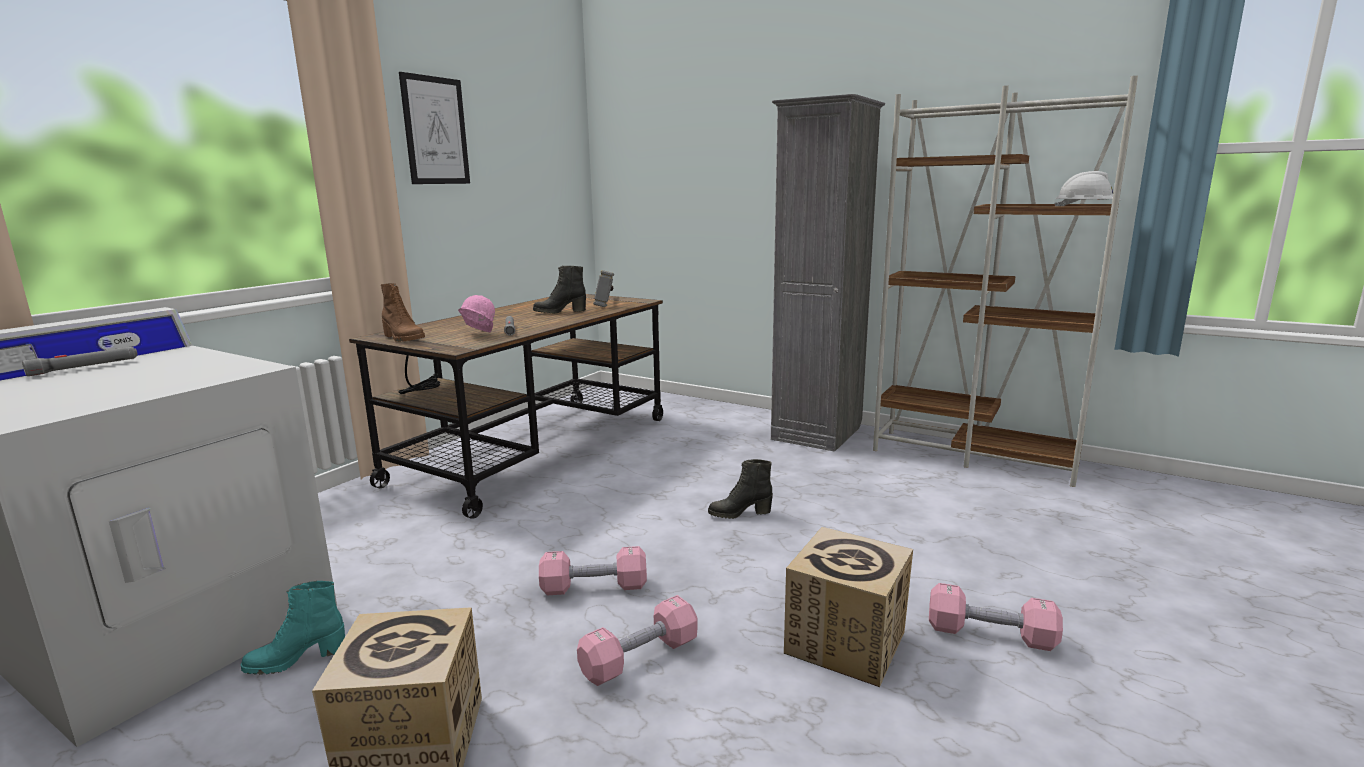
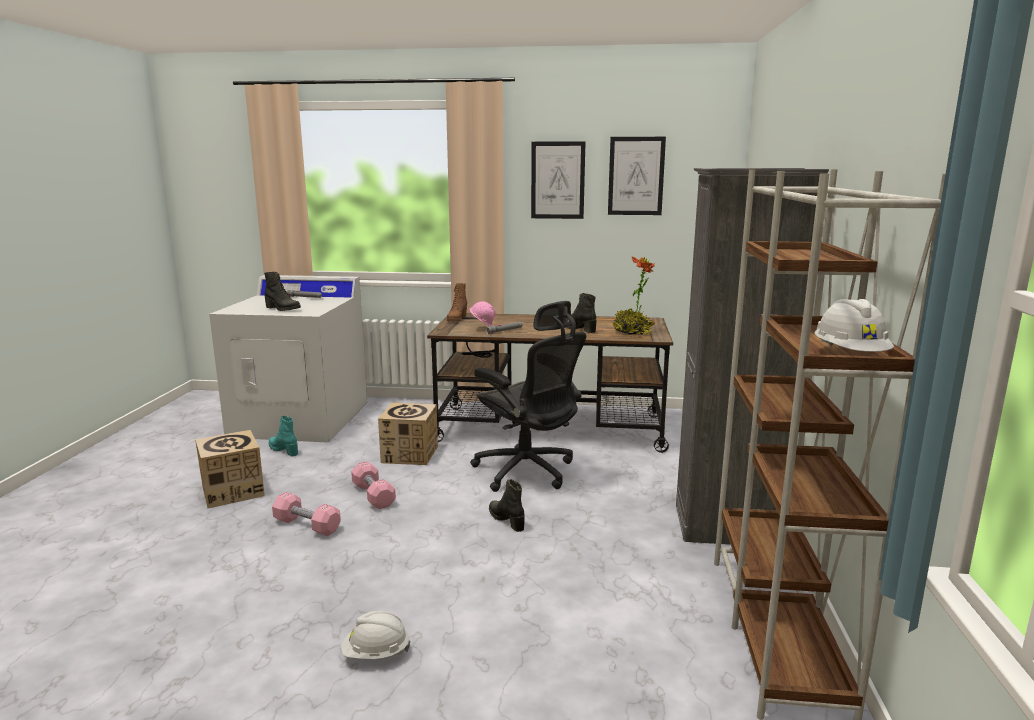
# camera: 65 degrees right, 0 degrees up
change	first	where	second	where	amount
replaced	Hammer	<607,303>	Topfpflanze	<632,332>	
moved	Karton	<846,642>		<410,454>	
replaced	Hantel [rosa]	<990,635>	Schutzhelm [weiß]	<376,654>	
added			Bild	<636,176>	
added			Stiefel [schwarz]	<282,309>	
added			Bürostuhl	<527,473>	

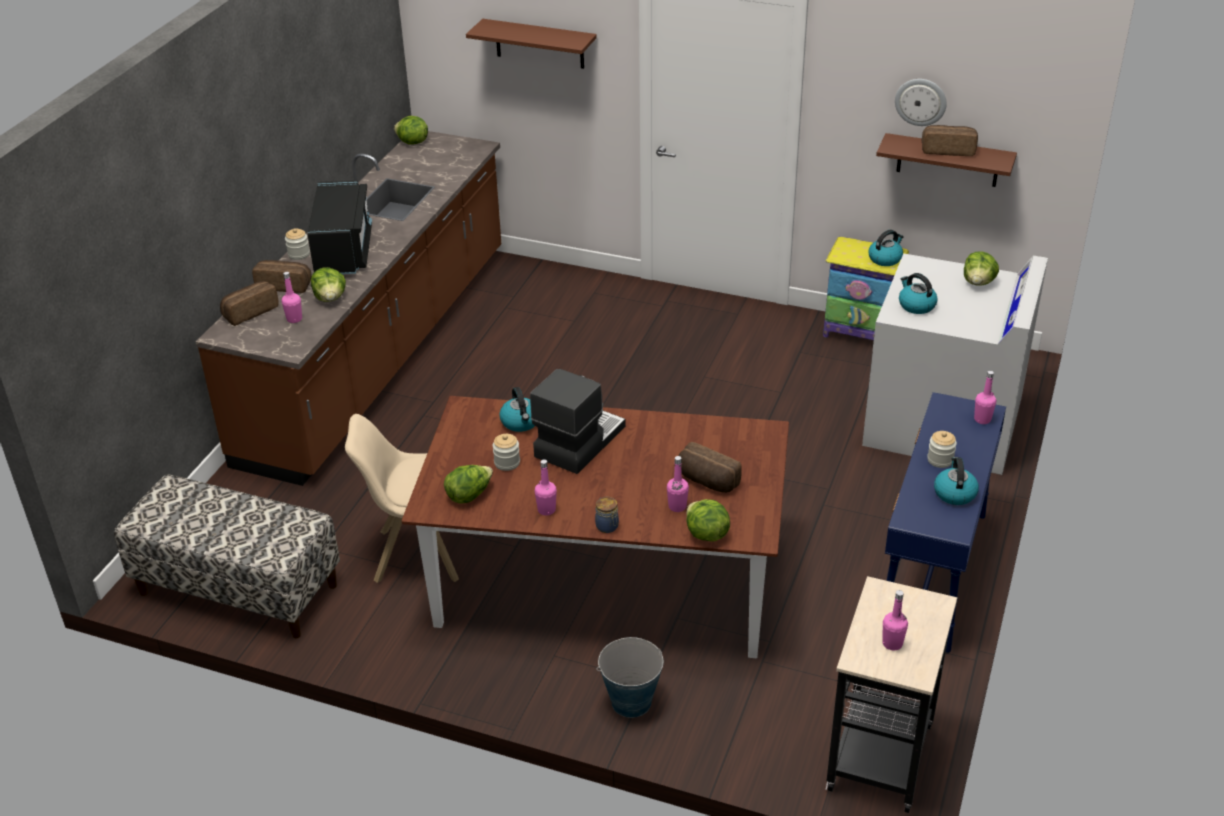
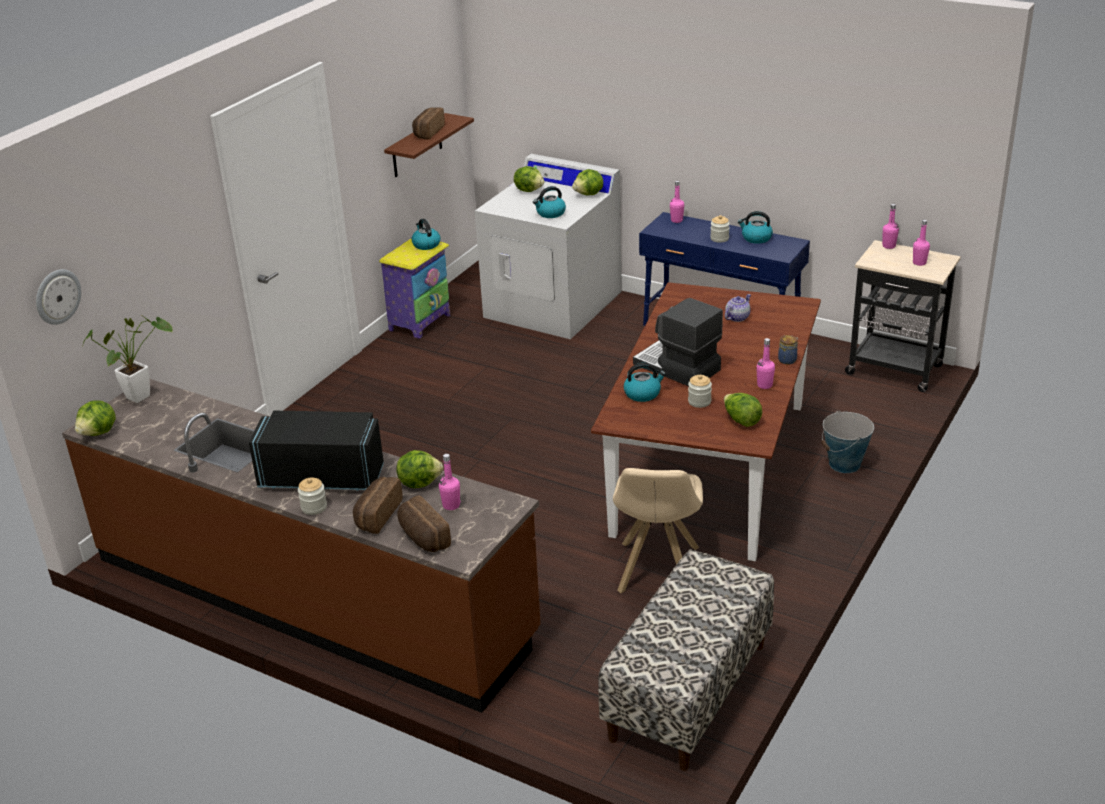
# camera: 80 degrees left, 5 degrees down
change	first	where	second	where	amount
removed	Wandregal [braun]	<539,44>			
moved	Wanduhr	<920,101>		<57,296>	
replaced	Brot	<706,481>	Teekanne	<737,317>	
moved	Flasche [rosa]	<677,506>		<889,246>	
moved	Salatkopf	<706,534>		<589,194>	
added			Topfpflanze	<142,395>	

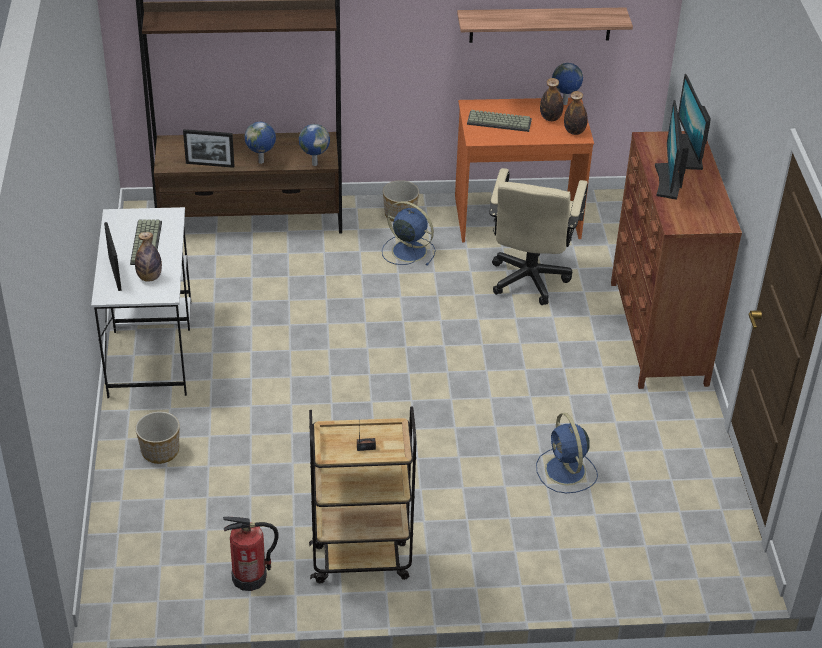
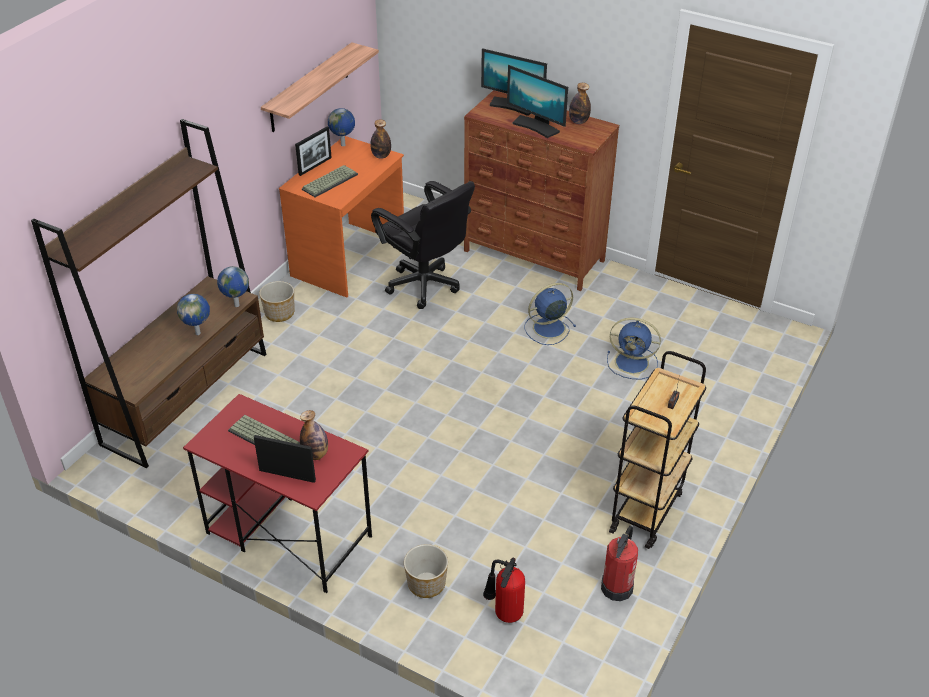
# camera: 55 degrees left, 0 degrees up
change	first	where	second	where	amount
moved	Flasche	<550,118>		<578,121>	
moved	Bilderrahmen	<210,164>		<315,166>	
recoloured	Bürostuhl [beige]	<529,283>	Bürostuhl [schwarz]	<426,287>	
moved	Ventilator [blau]	<407,250>		<547,328>	
recoloured	Schreibtisch [weiß]	<150,347>	Schreibtisch [rot]	<287,534>	
added			Feuerlöscher	<504,614>	

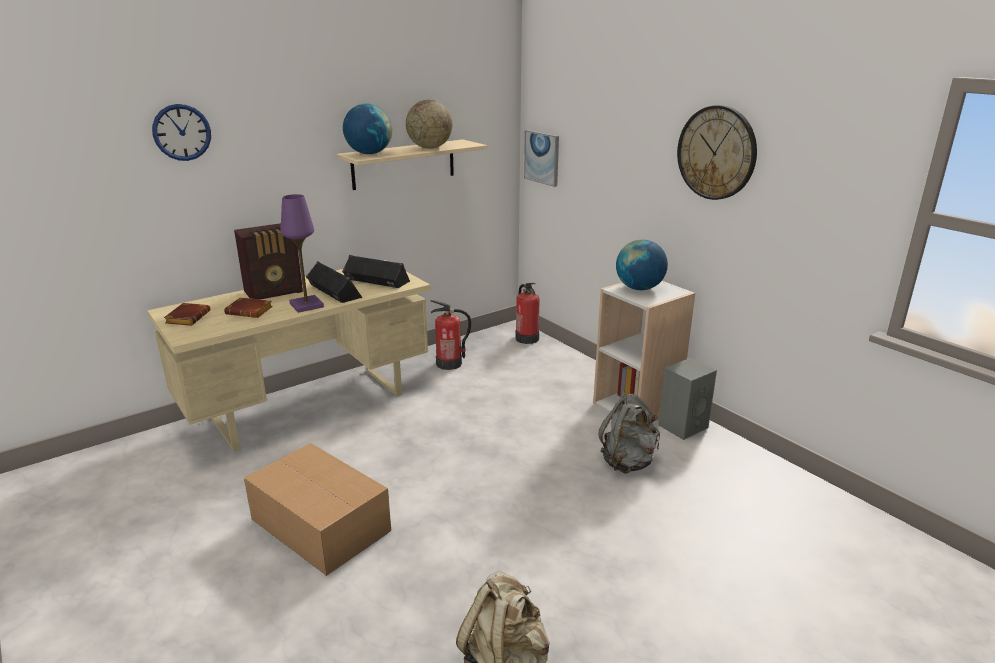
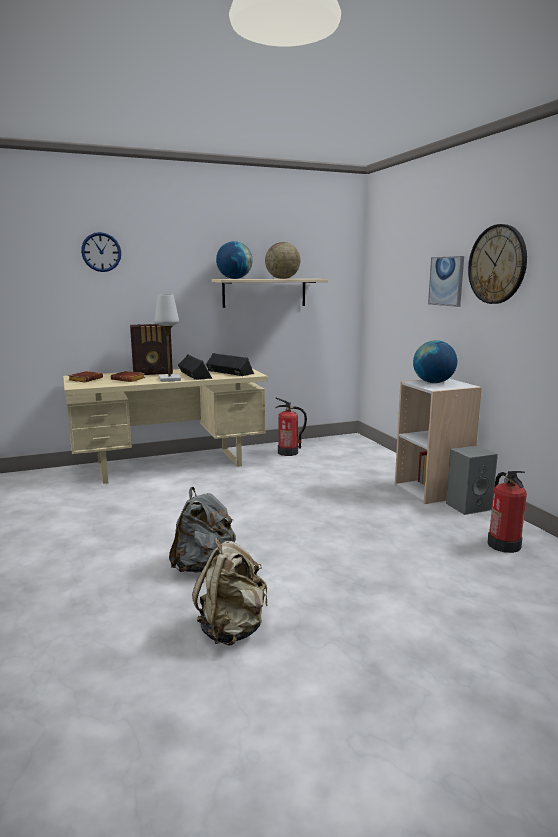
# camera: 15 degrees right, 10 degrees down
change	first	where	second	where	amount
moved	Bild	<542,157>		<446,281>	
recoloured	Tischlampe [lila]	<306,305>	Tischlampe [weiß]	<169,379>	
moved	Feuerlöscher	<527,338>		<503,544>	
moved	Rucksack [grau]	<628,462>		<203,565>	
removed	Karton	<320,523>			

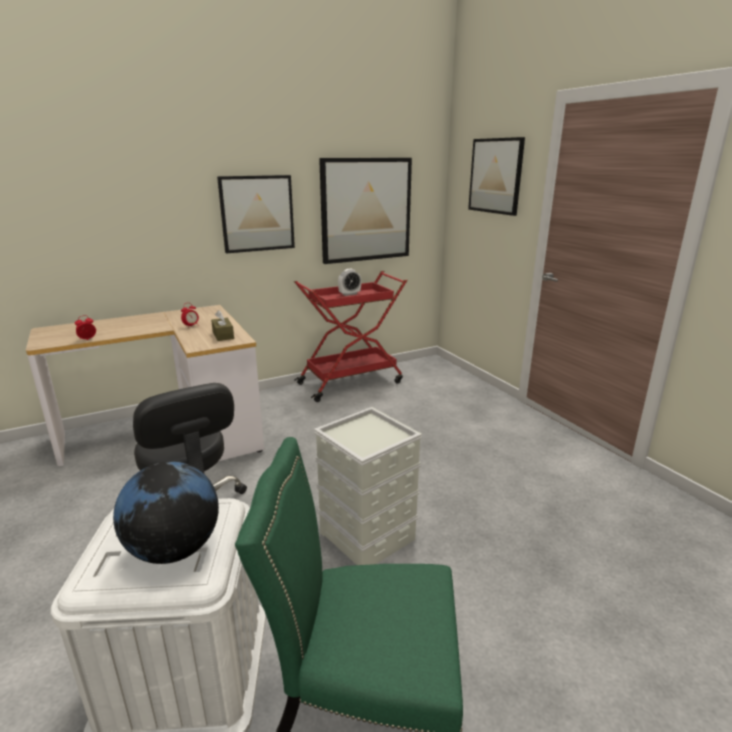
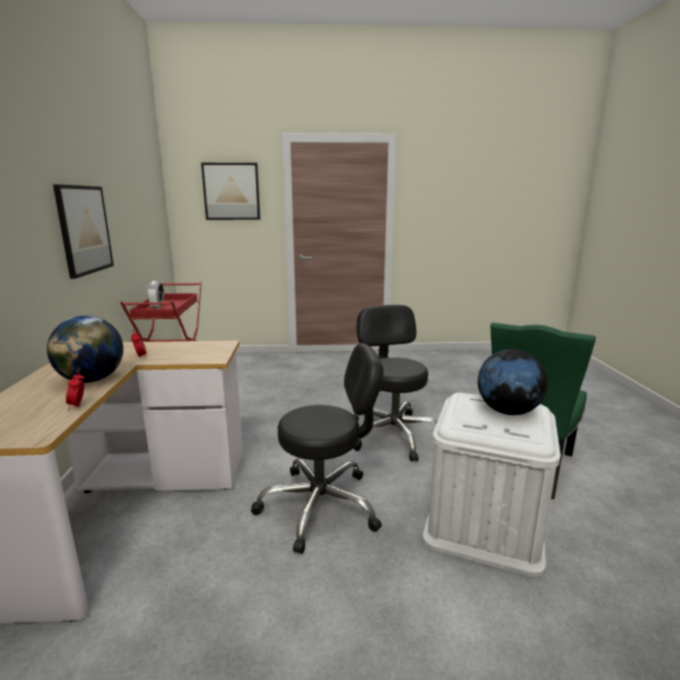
# camera: 65 degrees left, 5 degrees down
change	first	where	second	where	amount
removed	Bild	<366,210>			
removed	Taschentuchbox [braun]	<223,335>			
replaced	Aufbewahrungsbox [grau]	<368,536>	Bürostuhl [schwarz]	<392,432>	
added			Globus	<92,380>	

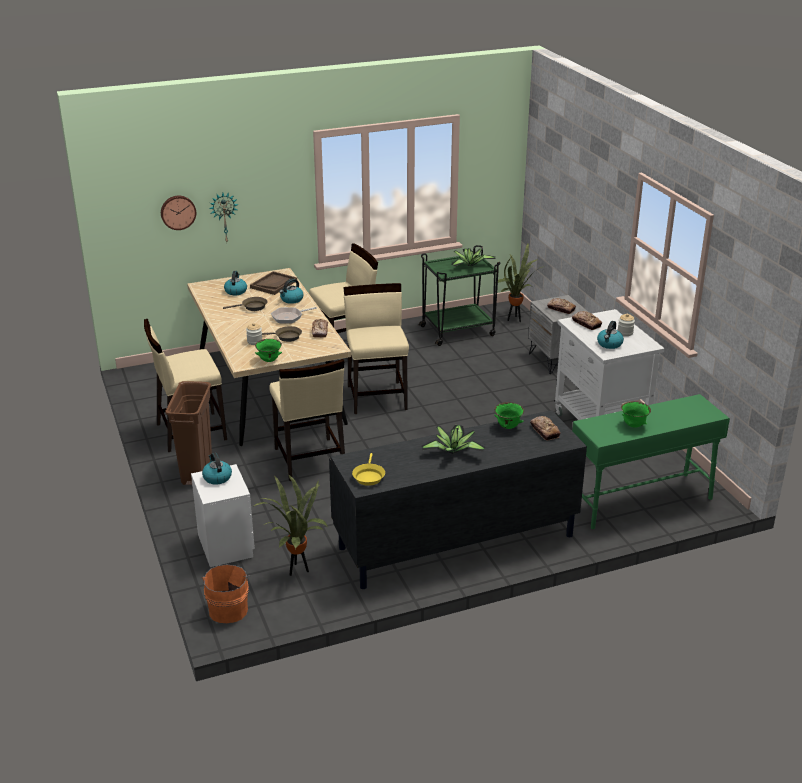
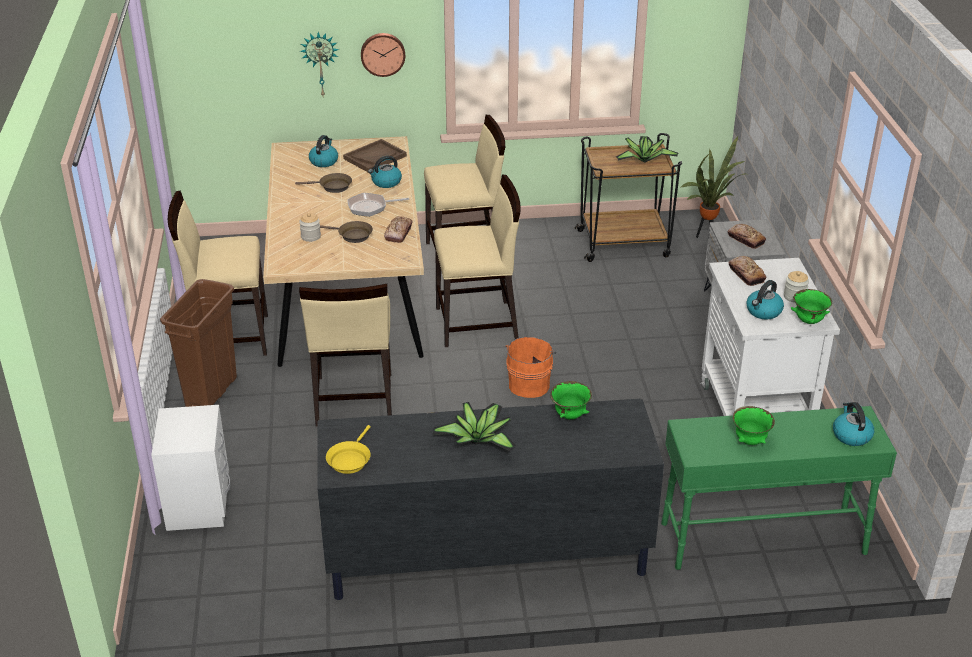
# camera: 15 degrees right, 5 degrees up
change	first	where	second	where	amount
moved	Wanduhr	<178,212>		<382,54>	
recoloured	Rollwagen [grün]	<458,331>	Rollwagen [braun]	<624,243>	
turned	Stuhl [beige]	<377,397>		<478,324>	75 degrees clockwise
moved	Schüssel [grün]	<269,360>		<808,321>	
removed	Brot	<544,431>			
moved	Wasserkessel	<217,477>		<851,435>	
removed	Topfpflanze	<296,570>			
moved	Eimer [orange]	<228,608>		<529,384>	

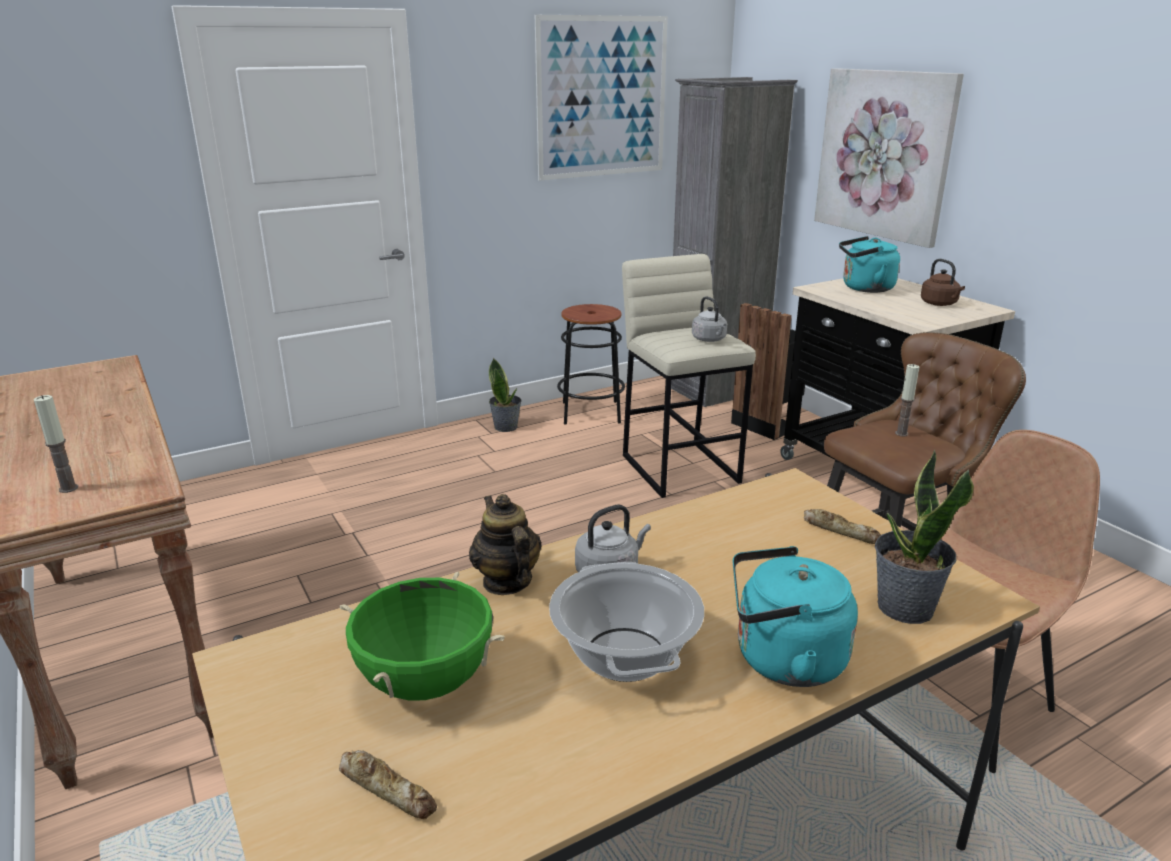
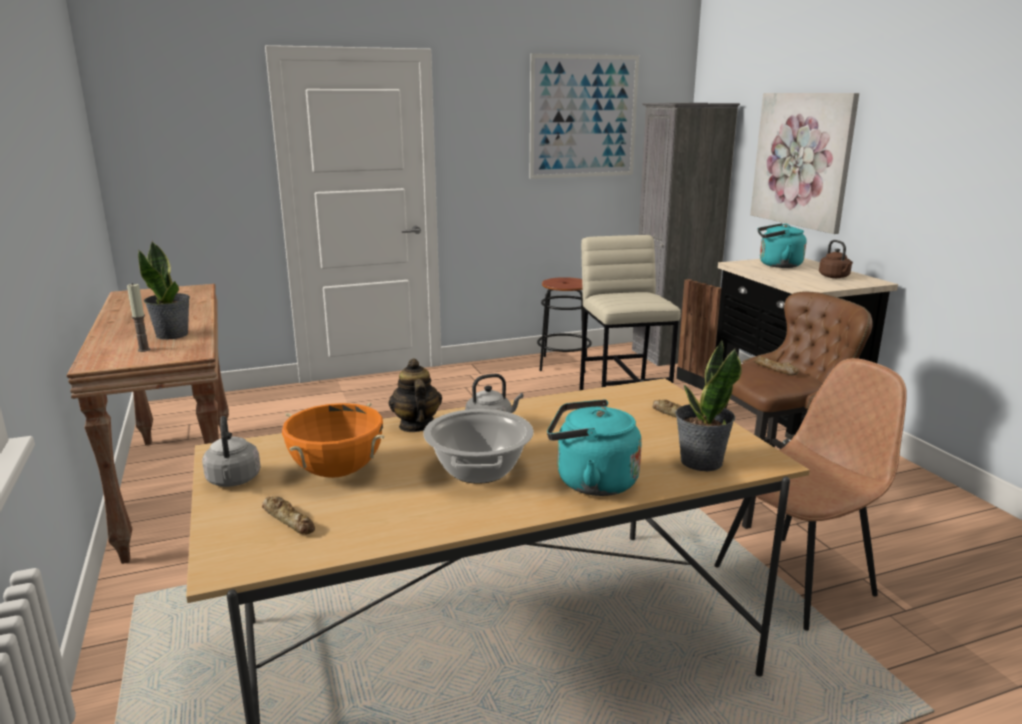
# camera: 10 degrees right, 5 degrees down
change	first	where	second	where	amount
moved	Wasserkessel [grau]	<710,340>		<233,481>	
moved	Topfpflanze	<506,427>		<173,335>	
replaced	Kerze	<901,433>	Brot	<775,369>	
recoloured	Kochtopf [grün]	<425,682>	Kochtopf [orange]	<337,471>	

